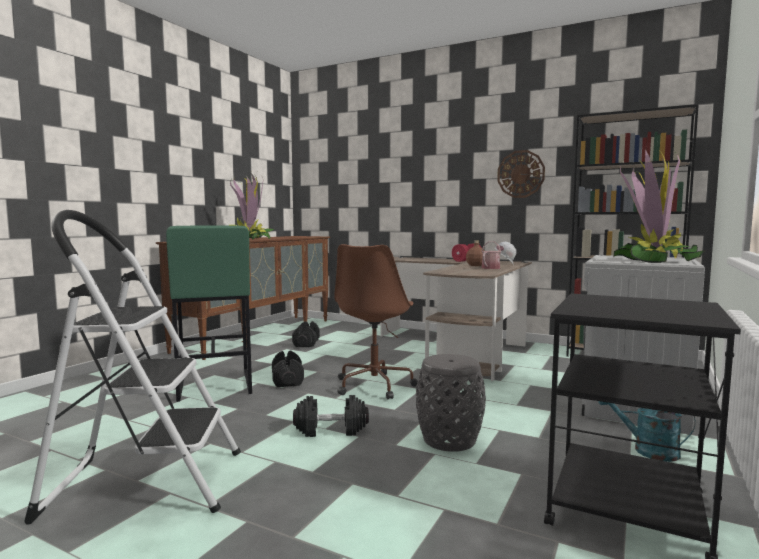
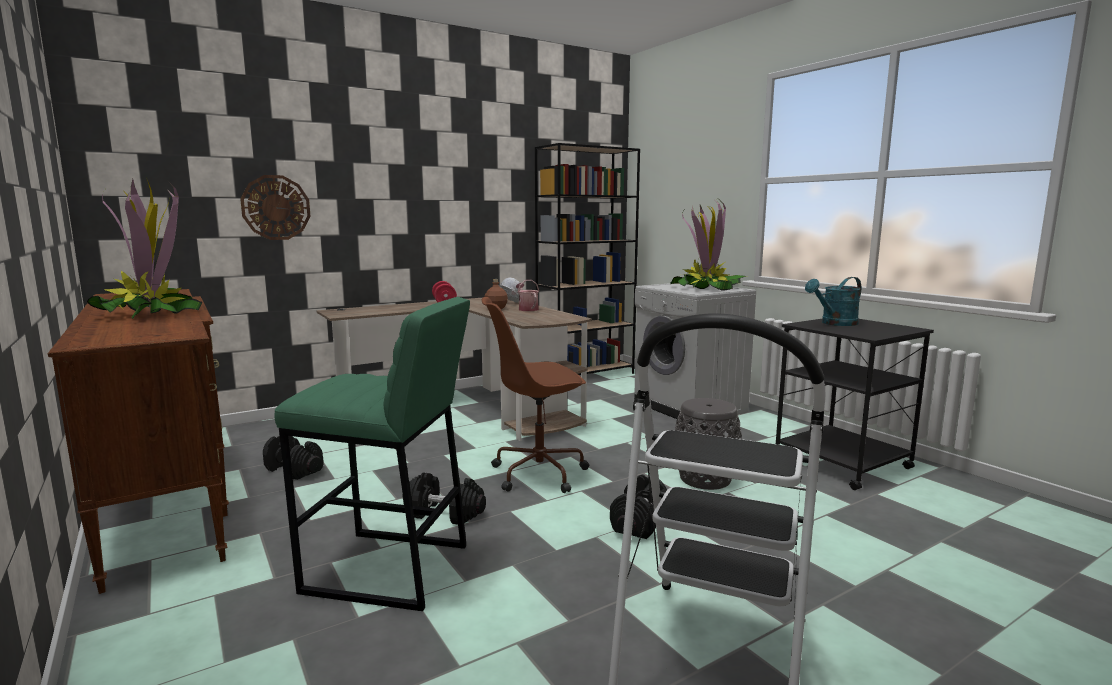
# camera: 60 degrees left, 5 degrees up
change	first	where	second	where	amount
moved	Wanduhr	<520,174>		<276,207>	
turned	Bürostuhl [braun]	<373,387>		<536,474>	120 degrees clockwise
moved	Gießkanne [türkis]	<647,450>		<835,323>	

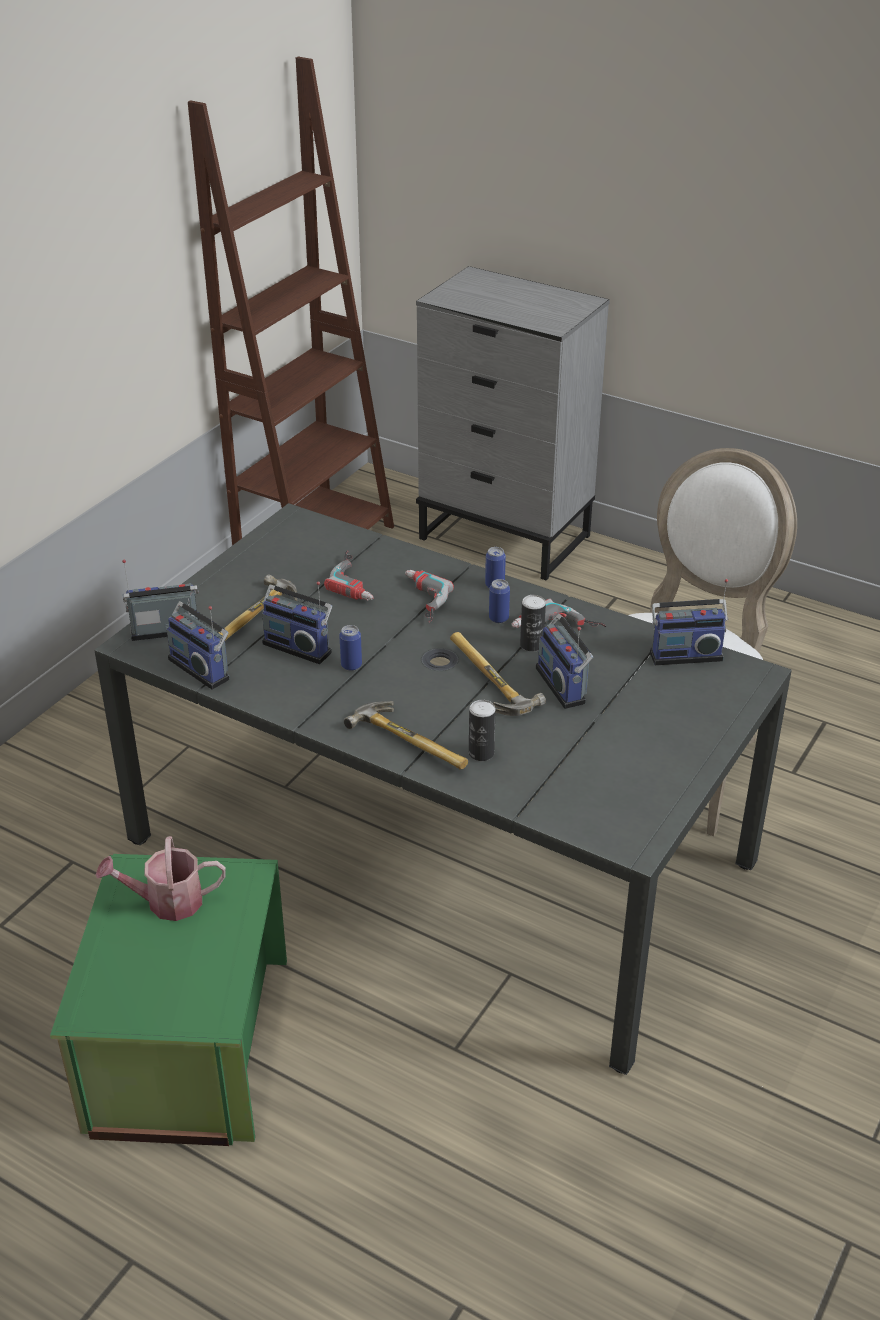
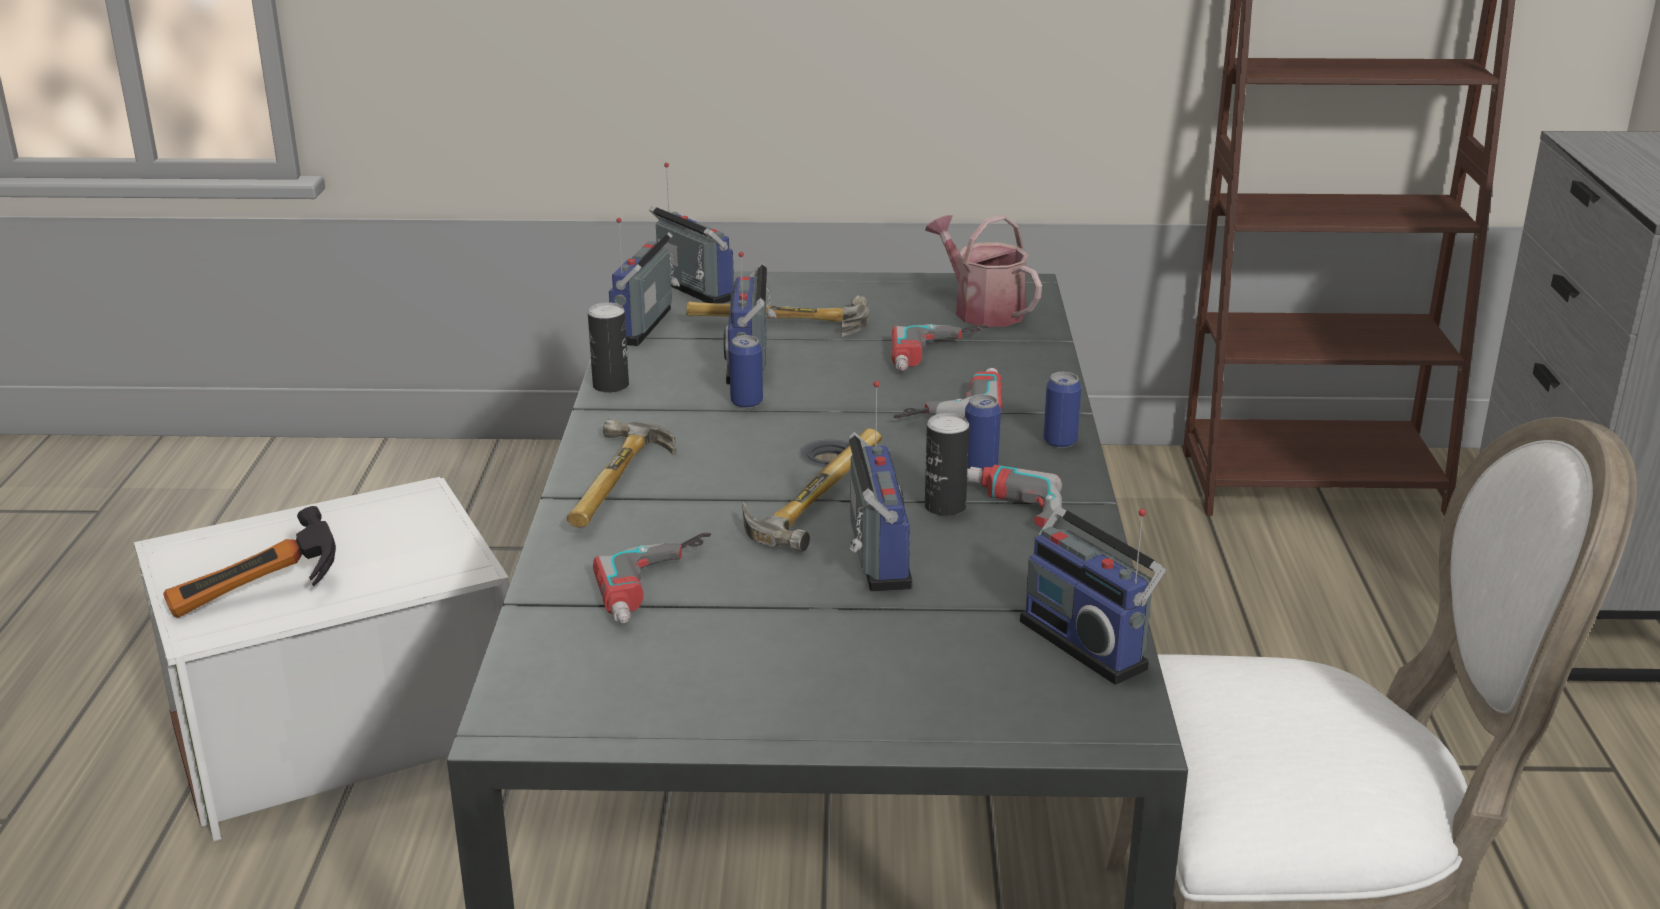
# camera: 60 degrees right, 10 degrees down
change	first	where	second	where	amount
turned	Radio	<564,684>		<874,557>	135 degrees clockwise
moved	Dose	<481,753>		<611,385>	
moved	Gießkanne	<167,902>		<982,310>	
recoloured	Aufbewahrungsbox [grün]	<185,1044>	Aufbewahrungsbox [weiß]	<344,731>	
added			Hammer	<258,599>	
added			Bohrmaschine	<664,587>	

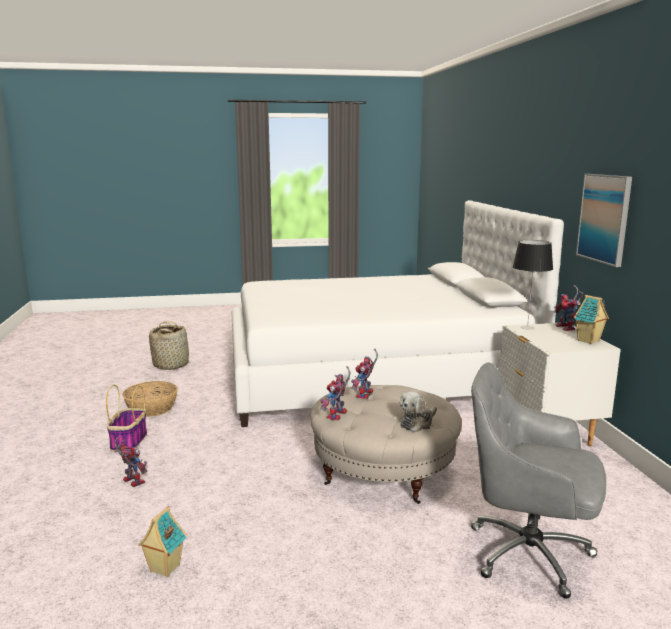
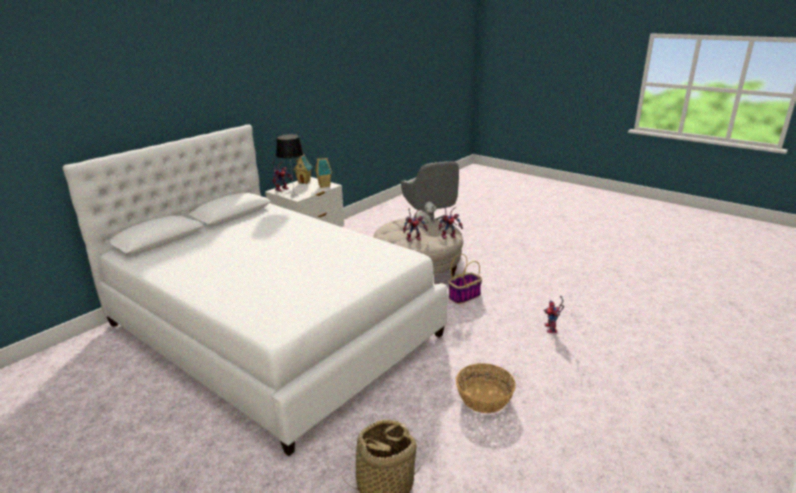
# camera: 130 degrees left, 10 degrees up
change	first	where	second	where	amount
removed	Bild	<604,218>			
moved	Korb	<129,442>		<464,296>	
moved	Spielzeughaus	<164,569>		<324,186>	

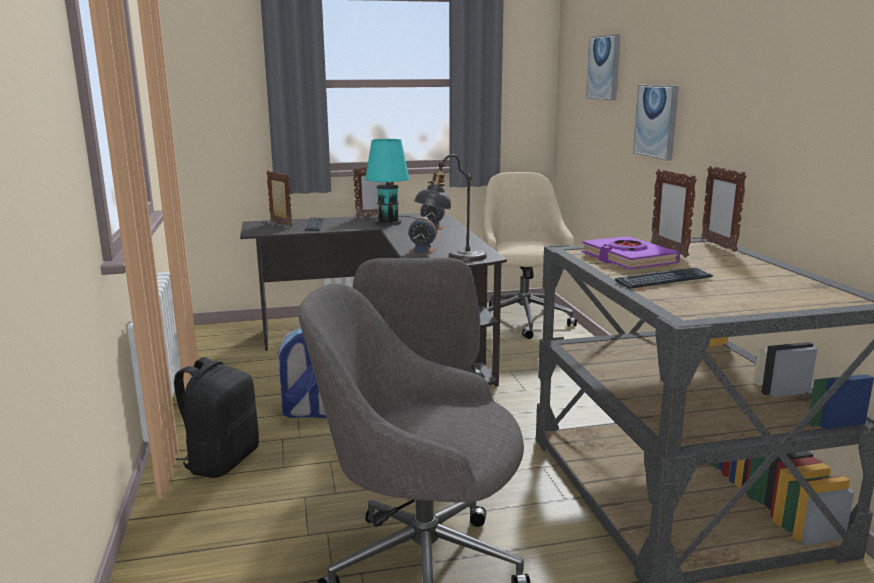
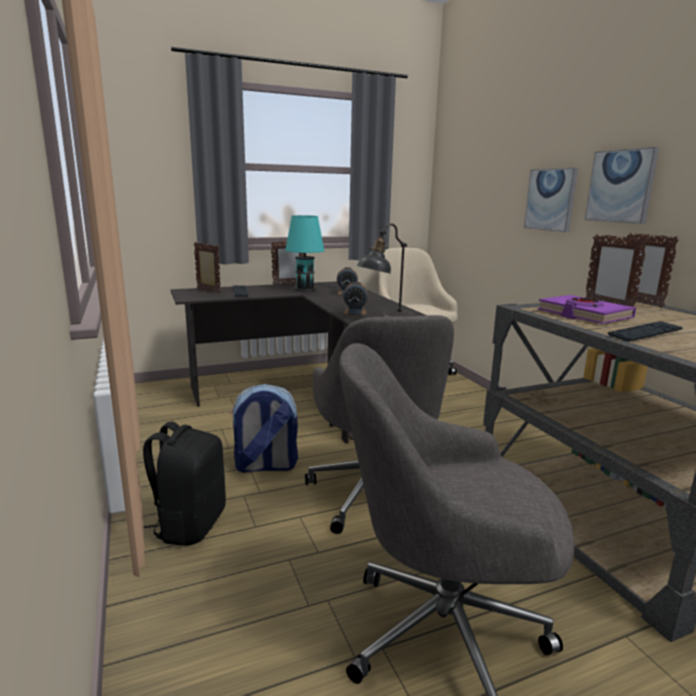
# camera: 10 degrees left, 0 degrees up
change	first	where	second	where	amount
moved	Bild	<604,67>		<620,186>	

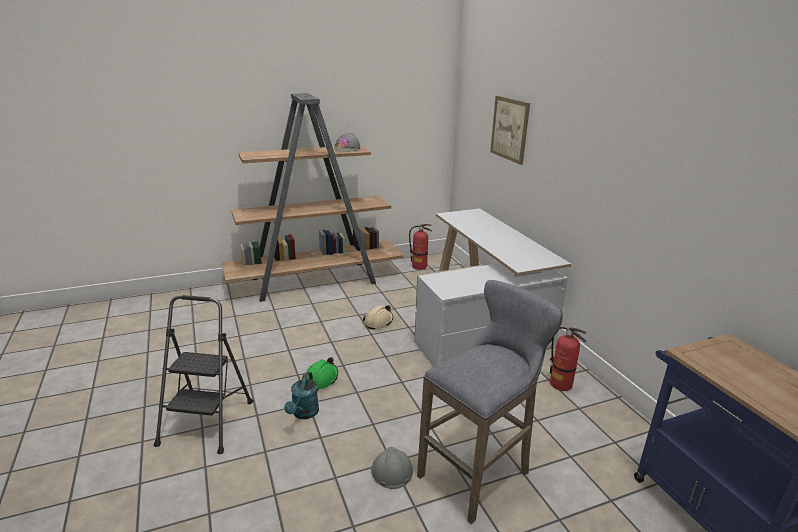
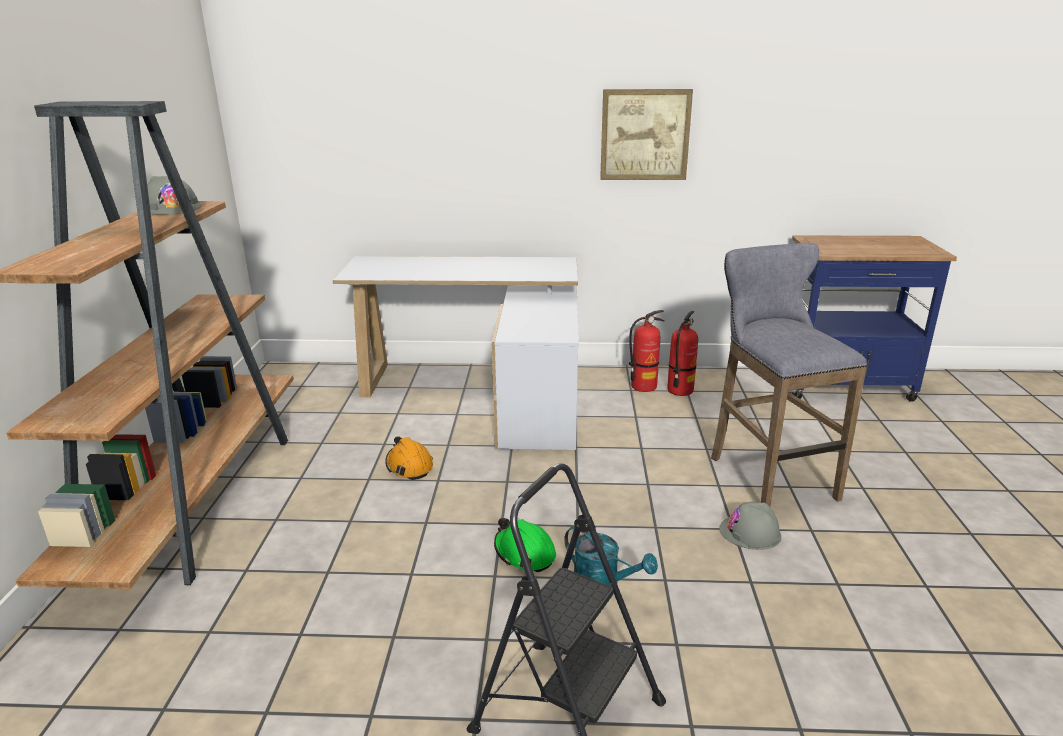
# camera: 65 degrees left, 0 degrees up
change	first	where	second	where	amount
moved	Bild	<509,129>		<645,135>	
moved	Feuerlöscher	<419,266>		<680,390>	
recoloured	Schutzhelm [beige]	<378,322>	Schutzhelm [orange]	<409,466>	

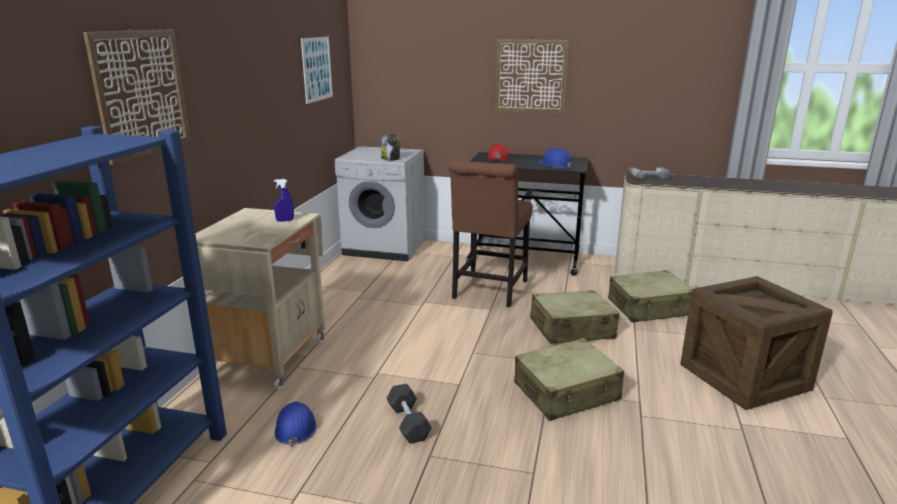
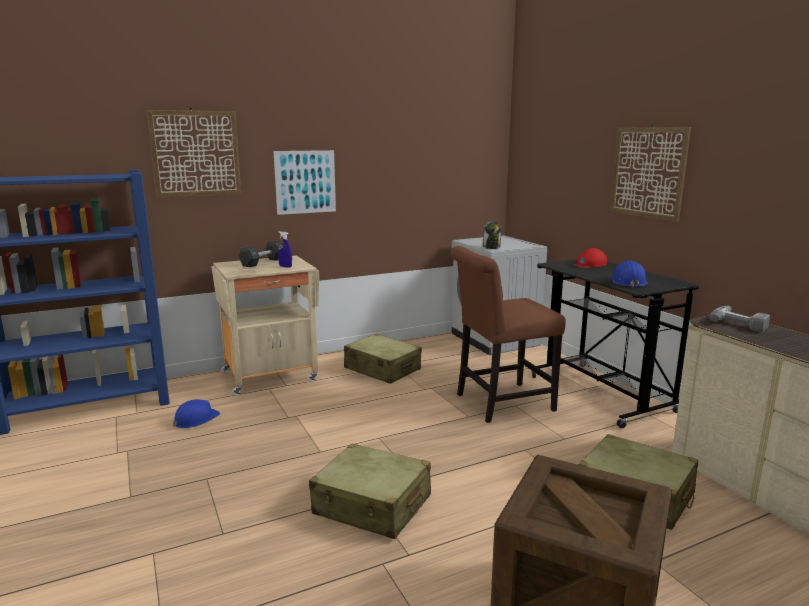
# camera: 50 degrees right, 5 degrees down
change	first	where	second	where	amount
moved	Bild	<317,69>		<305,182>	
moved	Koffer [beige]	<571,329>		<382,369>	
moved	Hantel [schwarz]	<408,423>		<263,262>	

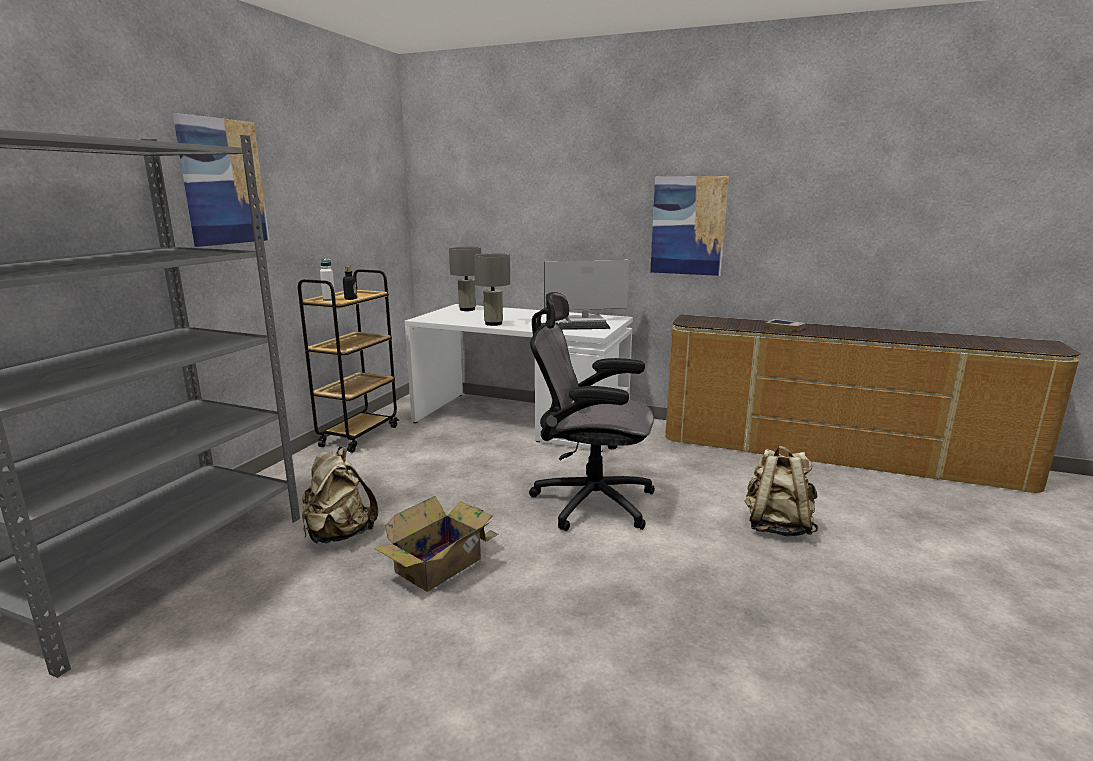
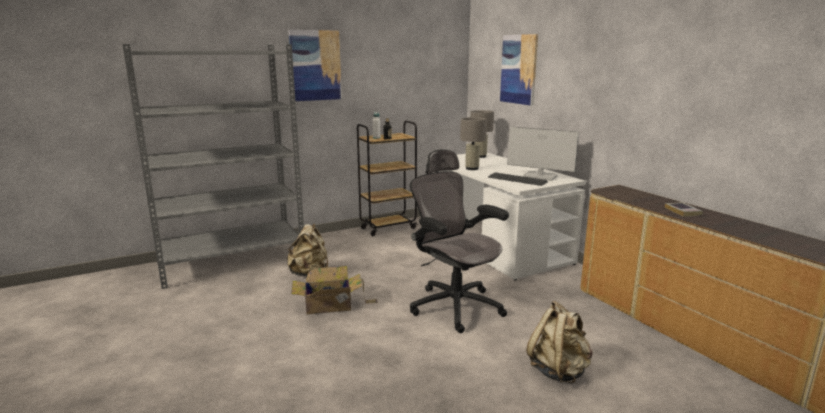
# camera: 40 degrees right, 0 degrees up
change	first	where	second	where	amount
moved	Bild	<688,226>		<519,69>	

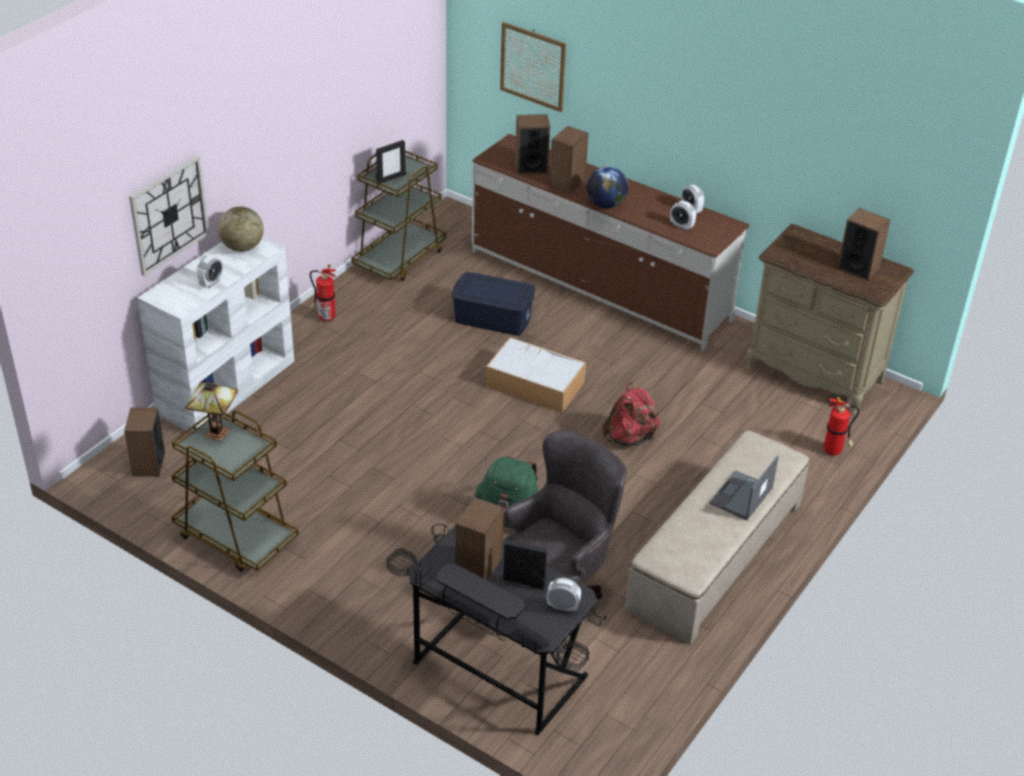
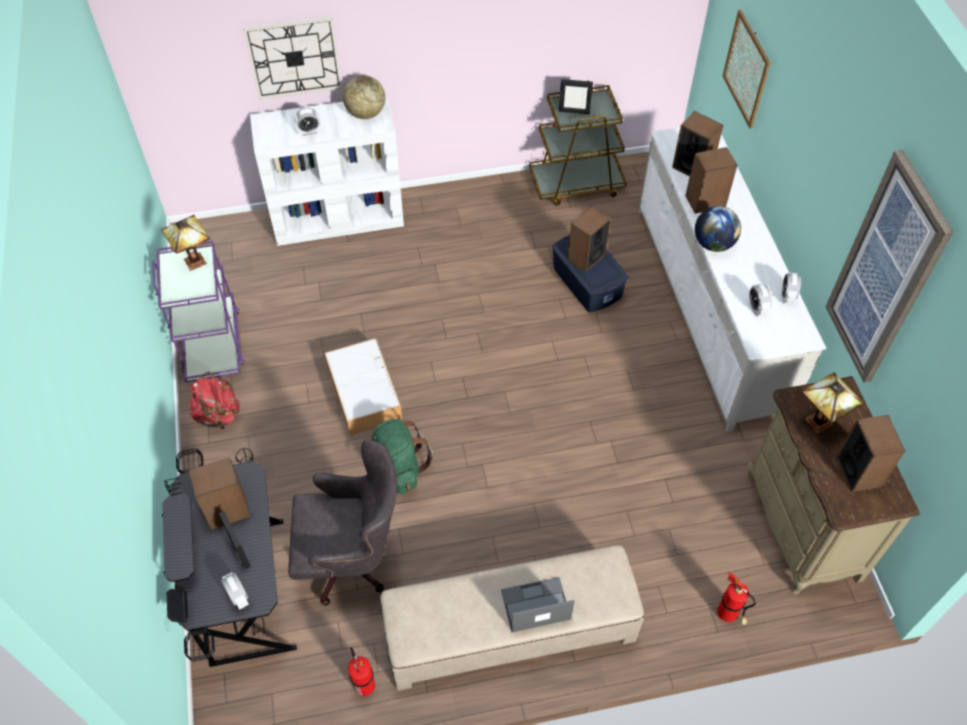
# camera: 45 degrees right, 15 degrees up
change	first	where	second	where	amount
recoloured	Schrank [braun]	<599,284>	Schrank [weiß]	<709,307>	
moved	Feuerlöscher	<325,317>		<363,684>	
moved	Aufbewahrungsbox	<533,384>		<363,392>	
moved	Rucksack [rot]	<629,437>		<218,415>	
moved	Lautsprecher	<148,464>		<586,257>	
recoloured	Rollwagen [braun]	<236,537>	Rollwagen [lila]	<212,344>	
added			Bild	<885,273>	
added			Tischlampe	<821,423>	

